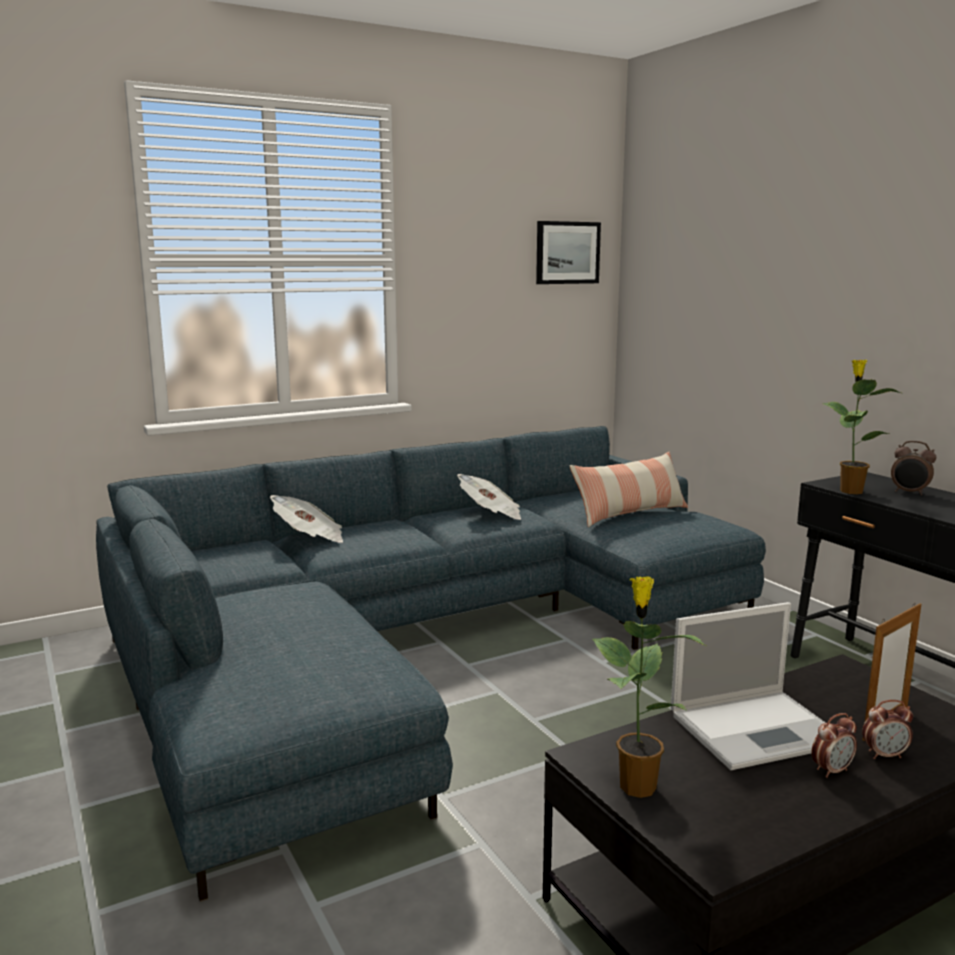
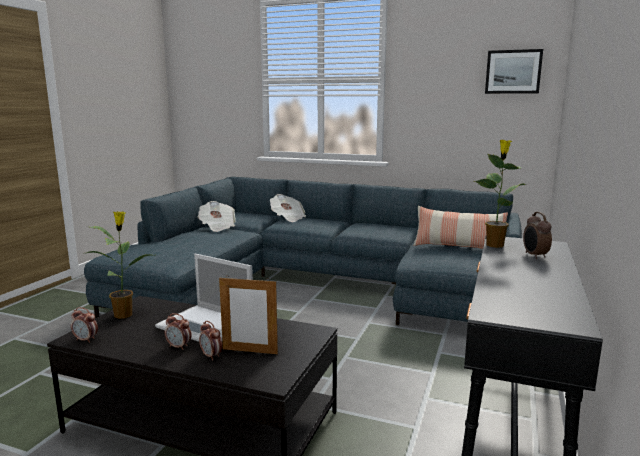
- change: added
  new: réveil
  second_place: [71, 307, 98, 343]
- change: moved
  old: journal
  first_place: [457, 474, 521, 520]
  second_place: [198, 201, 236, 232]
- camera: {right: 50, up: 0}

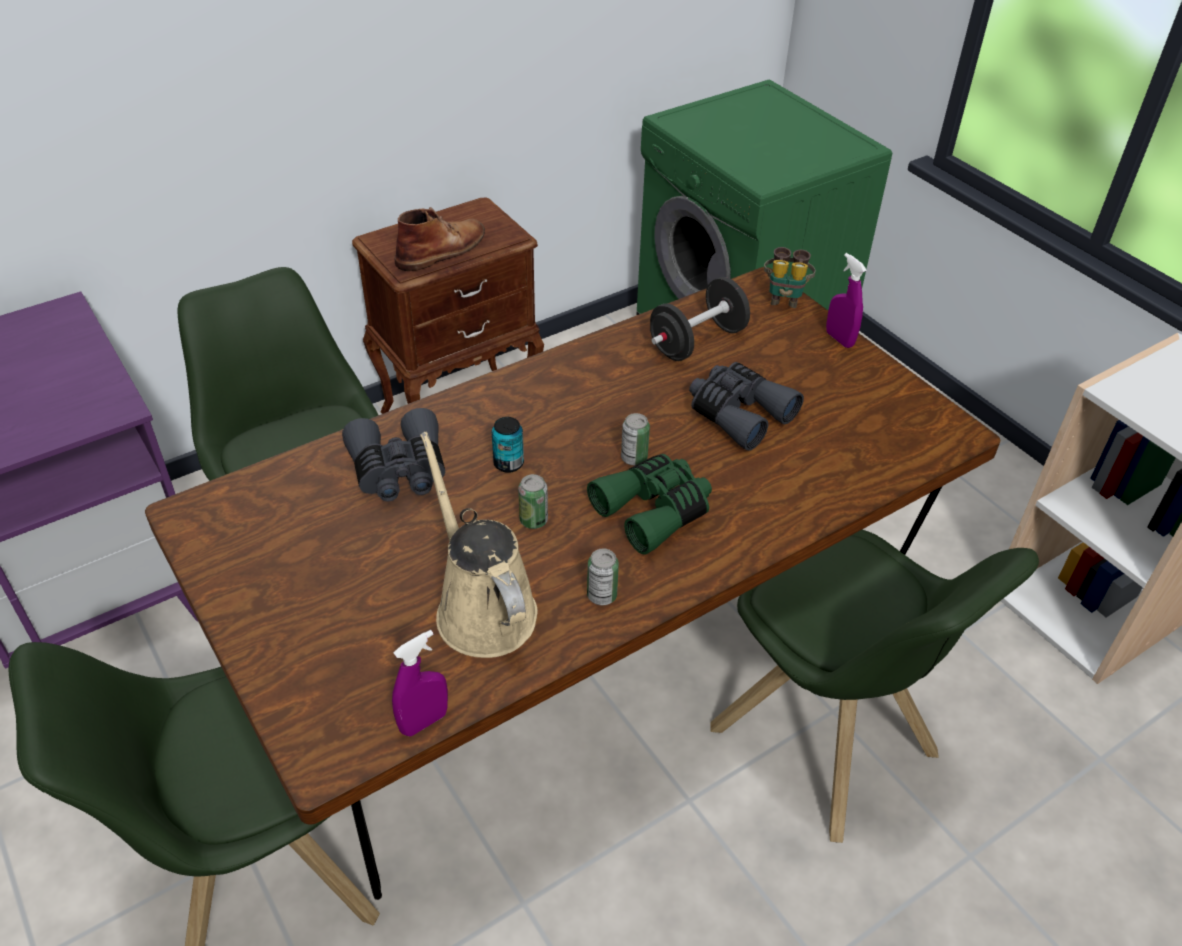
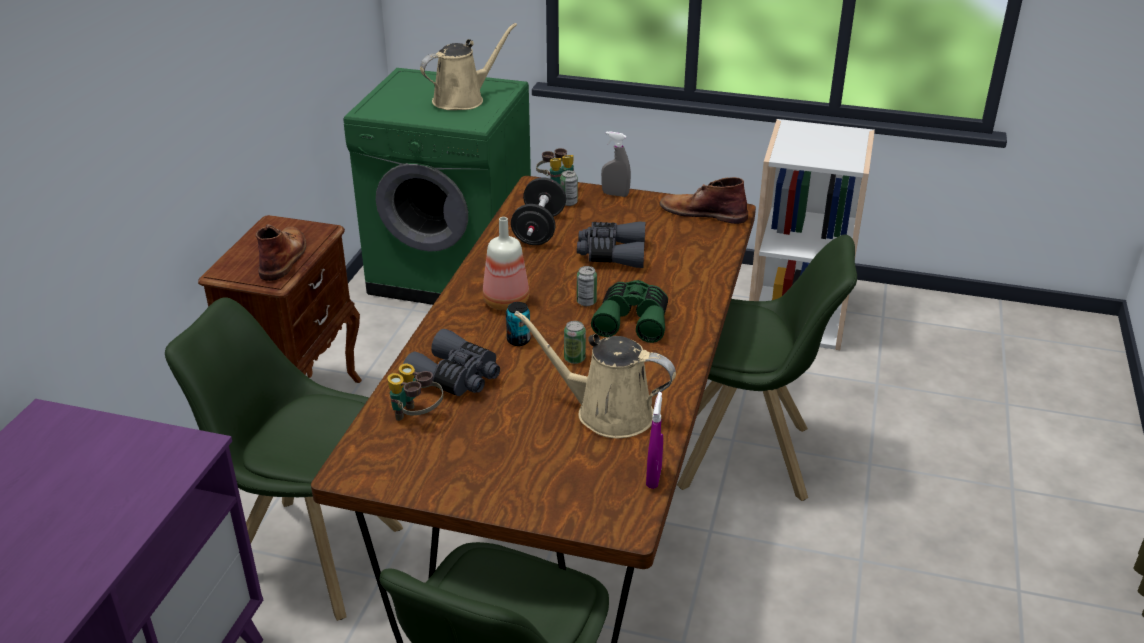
- change: added
  new: jumelles
  second_place: [387, 364, 443, 421]
- change: added
  new: arrosoir [beige]
  second_place: [420, 23, 517, 110]
- change: added
  new: bouteille
  second_place: [483, 217, 529, 311]
- change: moved
  old: boîte métallique
  first_place: [587, 548, 619, 605]
  second_place: [560, 170, 578, 206]
- change: recoloured
  old: vaporisateur [violet]
  new: vaporisateur [gris]
  first_place: [826, 253, 867, 348]
  second_place: [601, 131, 631, 197]
- change: added
  new: botte [marron]
  second_place: [660, 177, 748, 224]
- camera: {right: -40, up: -10}

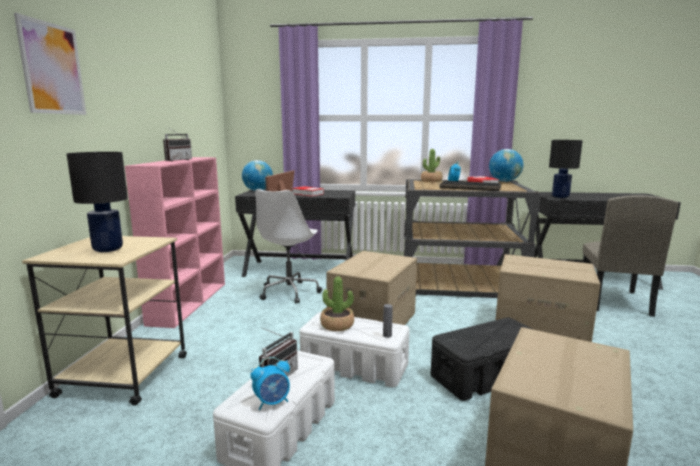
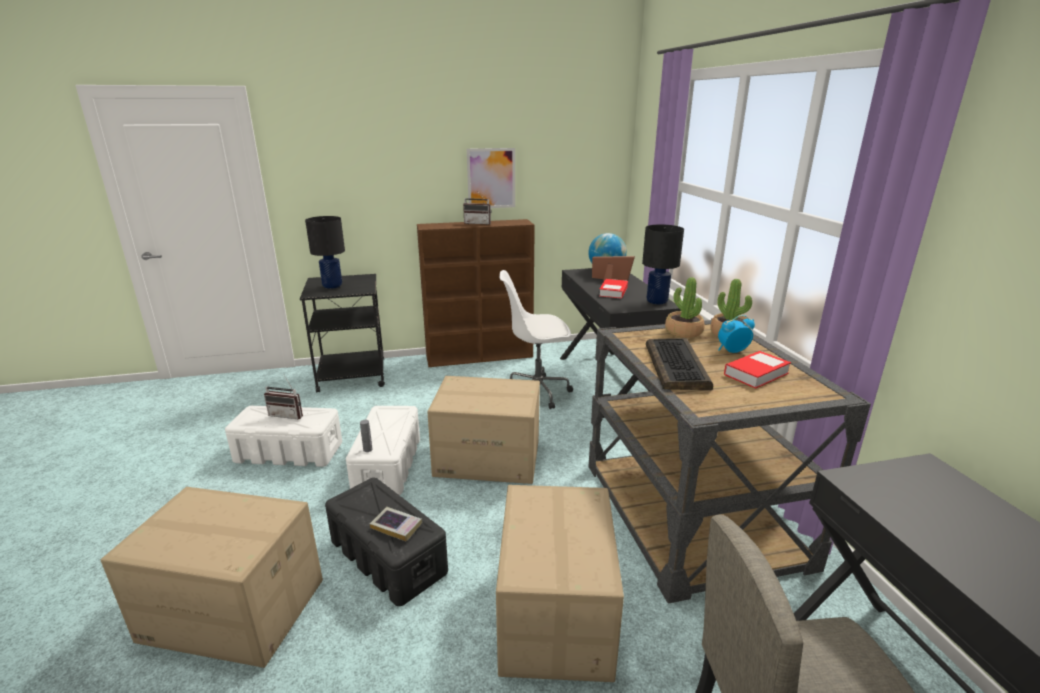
- change: recoloured
  old: chariot [beige]
  new: chariot [noir]
  first_place: [22, 236, 187, 405]
  second_place: [300, 274, 385, 393]
- change: added
  new: livre
  second_place: [370, 507, 422, 541]
- change: recoloured
  old: bibliothèque [rose]
  new: bibliothèque [marron]
  first_place: [125, 157, 225, 328]
  second_place: [417, 219, 535, 367]
- change: moved
  old: tableau
  first_place: [14, 13, 86, 115]
  second_place: [467, 148, 515, 208]
- change: moved
  old: lampe de table [noir]
  first_place: [549, 139, 583, 198]
  second_place: [642, 224, 684, 305]
- change: moved
  old: plante en pot
  first_place: [320, 276, 354, 331]
  second_place: [665, 277, 705, 338]
- change: removed
  old: réveil
  first_place: [250, 357, 290, 410]
- change: removed
  old: globe
  first_place: [489, 149, 524, 182]
- camera: {right: 70, up: 10}

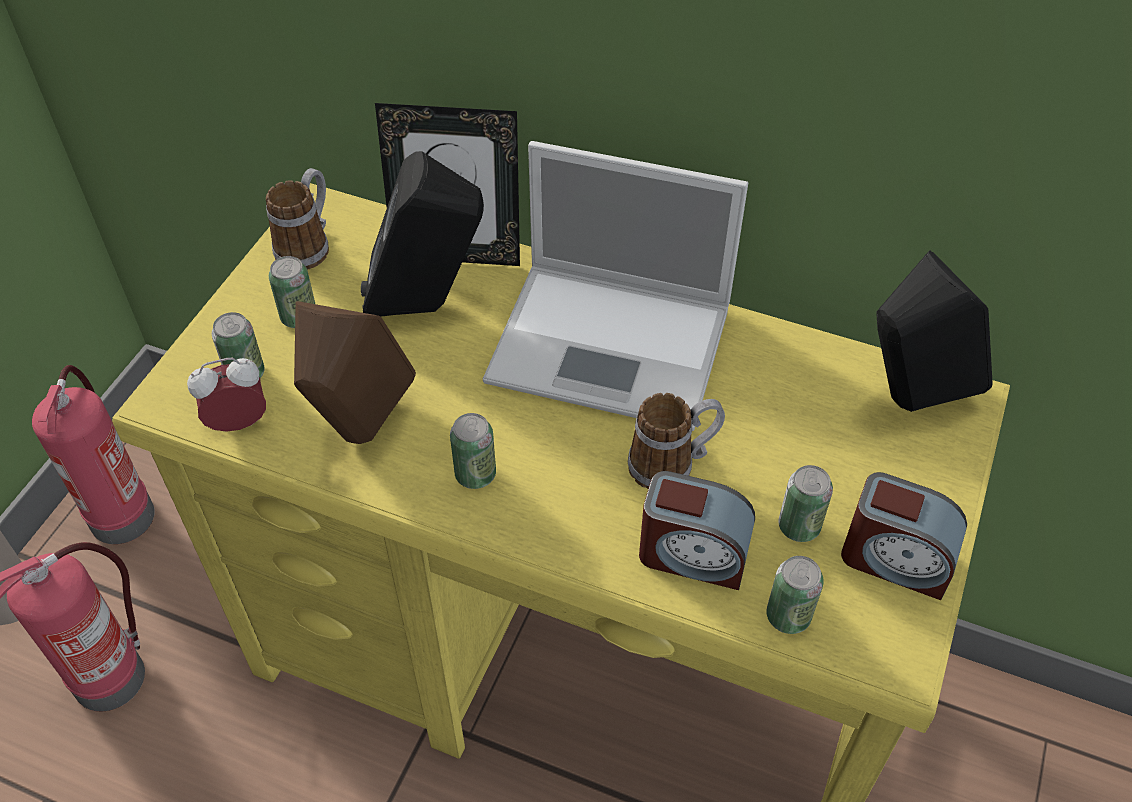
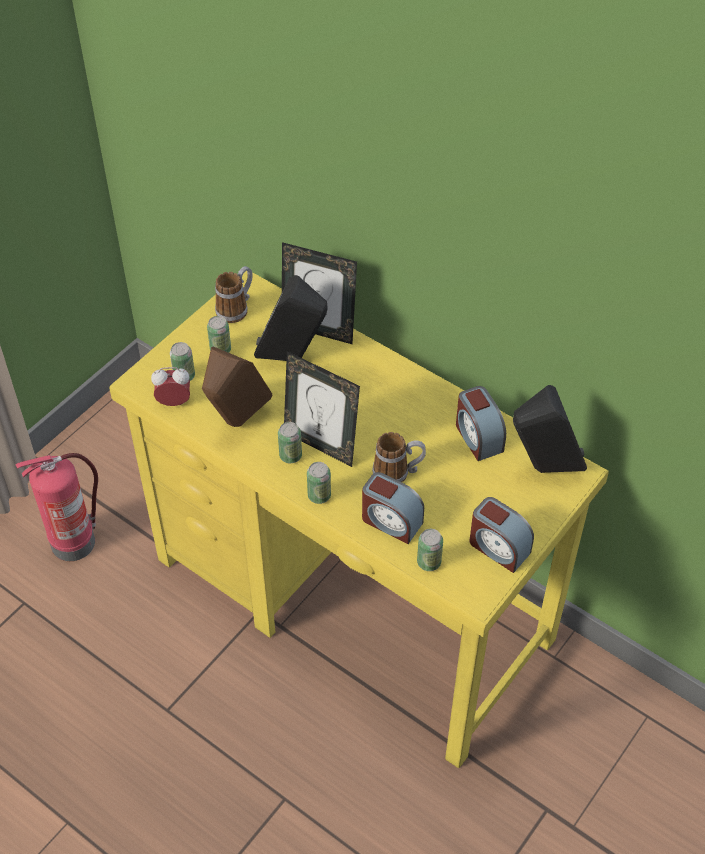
- change: added
  new: cadre photo
  second_place: [284, 351, 360, 467]
- change: moved
  old: boîte métallique
  first_place: [778, 465, 833, 542]
  second_place: [307, 462, 331, 504]
- change: added
  new: réveil
  second_place: [456, 386, 506, 461]
- change: removed
  old: extincteur
  first_place: [32, 365, 155, 544]
- change: removed
  old: ordinateur portable
  first_place: [483, 141, 748, 431]
- camera: {right: 15, up: 0}

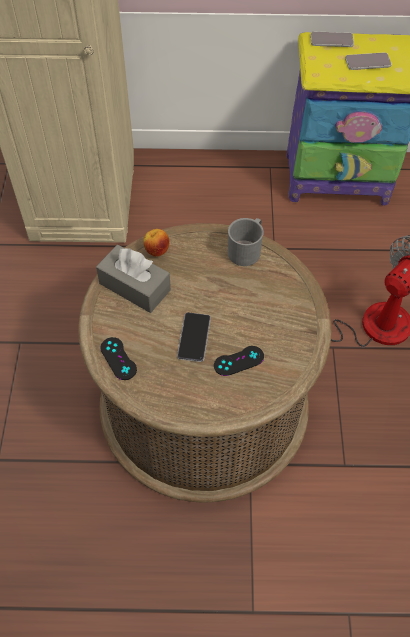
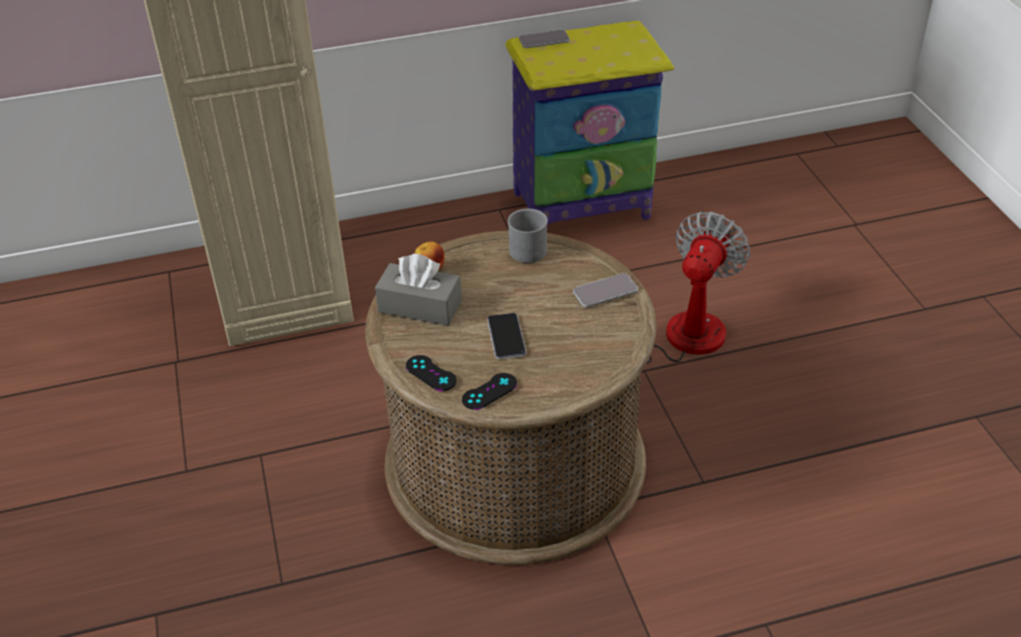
- change: moved
  old: manette [noir]
  first_place: [214, 346, 264, 376]
  second_place: [462, 373, 517, 410]
- change: moved
  old: téléphone
  first_place: [345, 52, 392, 70]
  second_place: [573, 273, 638, 307]
- camera: {right: -15, up: -15}

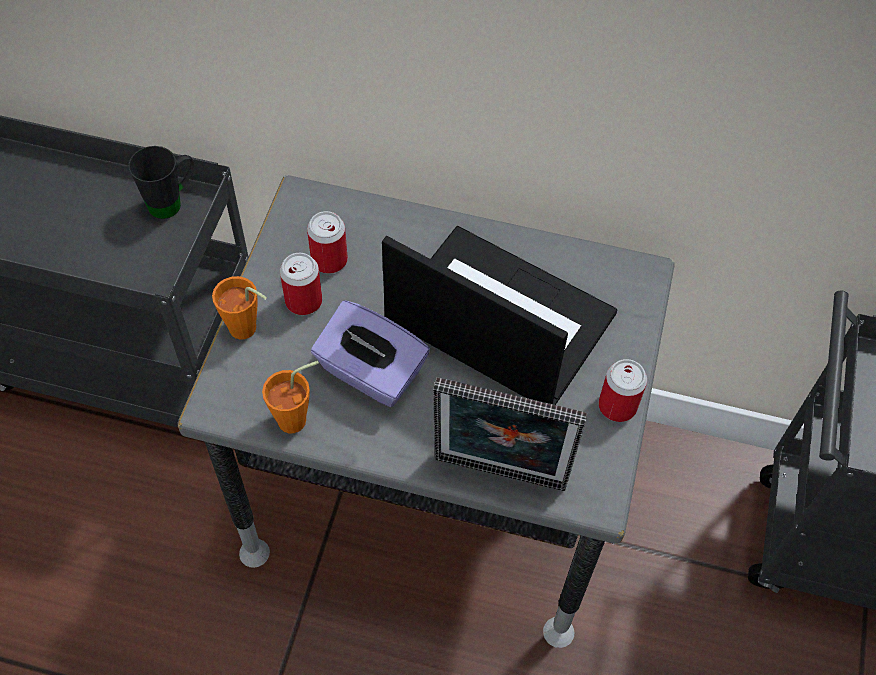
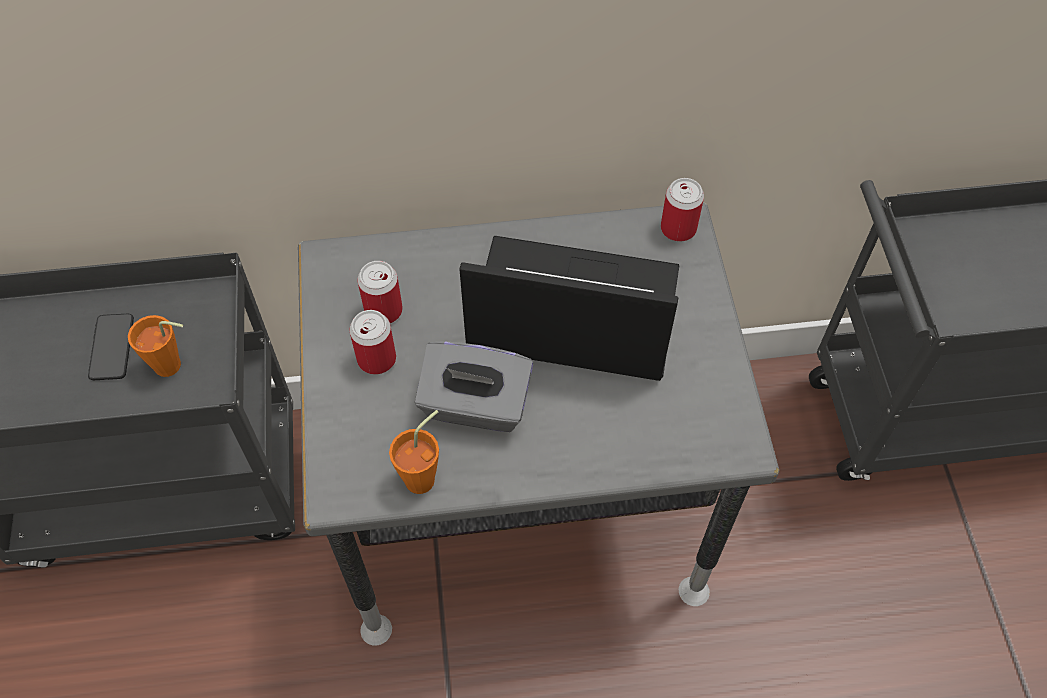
- change: added
  new: téléphone
  second_place: [88, 314, 134, 380]
- change: moved
  old: tasse [orange]
  first_place: [212, 276, 267, 339]
  second_place: [128, 315, 183, 377]
- change: recoloured
  old: boîte à mouchoirs [violet]
  new: boîte à mouchoirs [gris]
  first_place: [311, 300, 430, 407]
  second_place: [415, 341, 533, 432]
- change: moved
  old: boîte métallique
  first_place: [599, 359, 647, 422]
  second_place: [661, 178, 704, 242]
- change: removed
  old: mug [noir]
  first_place: [129, 146, 194, 219]
- change: removed
  old: cadre photo
  first_place: [433, 377, 587, 491]
- camera: {right: -20, up: 0}

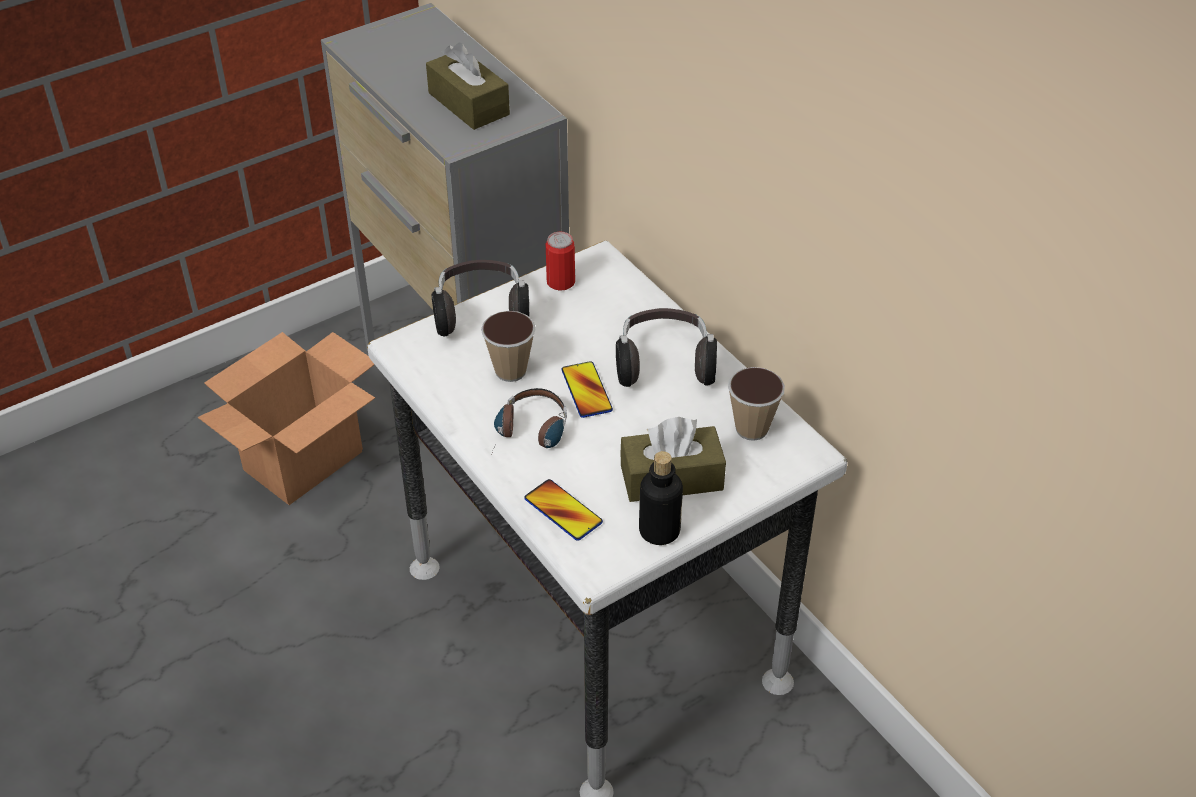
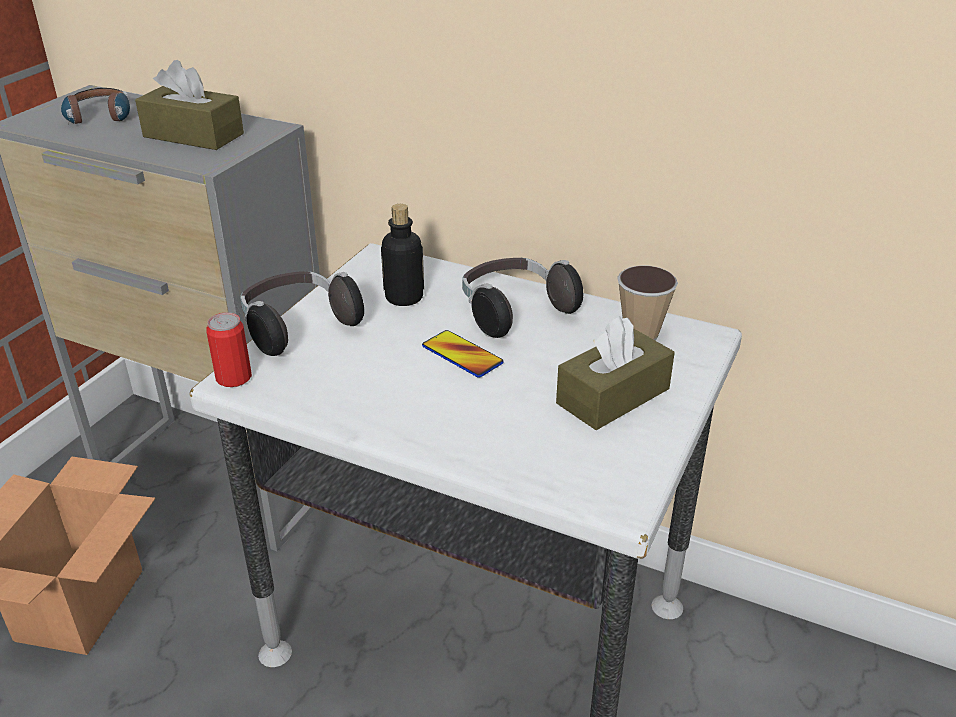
- change: moved
  old: casque audio
  first_place: [491, 388, 567, 454]
  second_place: [61, 88, 130, 124]
- change: moved
  old: boîte métallique
  first_place: [546, 232, 575, 291]
  second_place: [206, 312, 252, 387]
- change: moved
  old: bouteille
  first_place: [639, 451, 683, 545]
  second_place: [381, 204, 424, 306]
- change: removed
  old: tasse
  first_place: [481, 311, 536, 382]
- change: removed
  old: téléphone
  first_place: [524, 479, 603, 541]
- camera: {right: -30, up: -10}

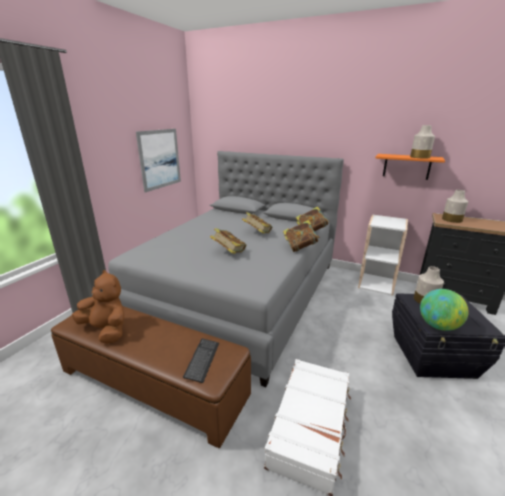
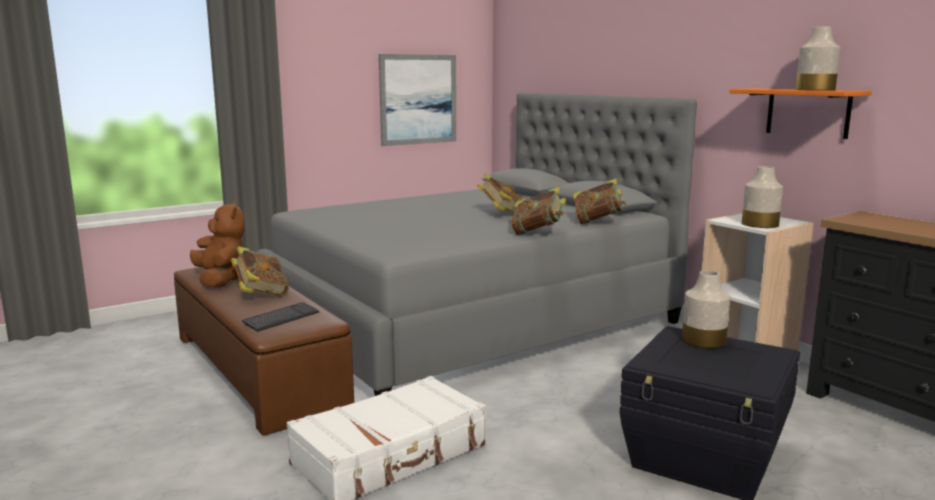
- change: moved
  old: livre
  first_place: [210, 228, 246, 254]
  second_place: [231, 246, 289, 297]
- change: moved
  old: vase [beige]
  first_place: [442, 190, 468, 223]
  second_place: [742, 166, 783, 228]
- change: removed
  old: globe
  first_place: [420, 289, 469, 331]
- camera: {right: 30, up: -10}

